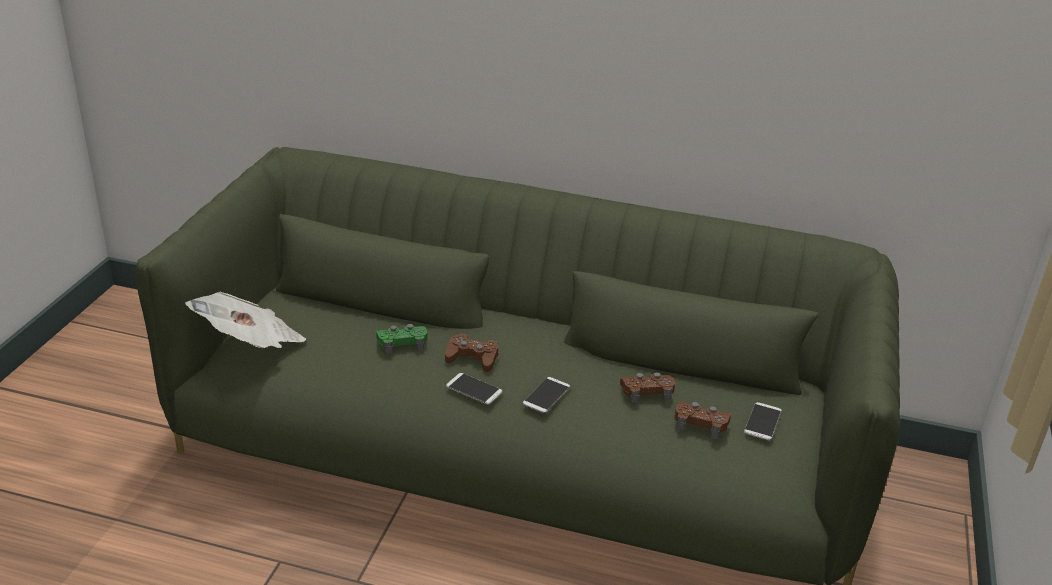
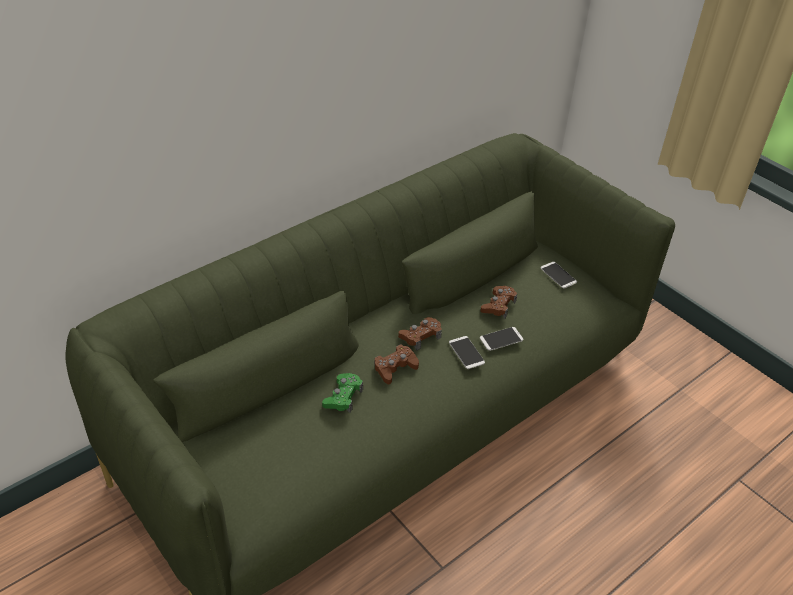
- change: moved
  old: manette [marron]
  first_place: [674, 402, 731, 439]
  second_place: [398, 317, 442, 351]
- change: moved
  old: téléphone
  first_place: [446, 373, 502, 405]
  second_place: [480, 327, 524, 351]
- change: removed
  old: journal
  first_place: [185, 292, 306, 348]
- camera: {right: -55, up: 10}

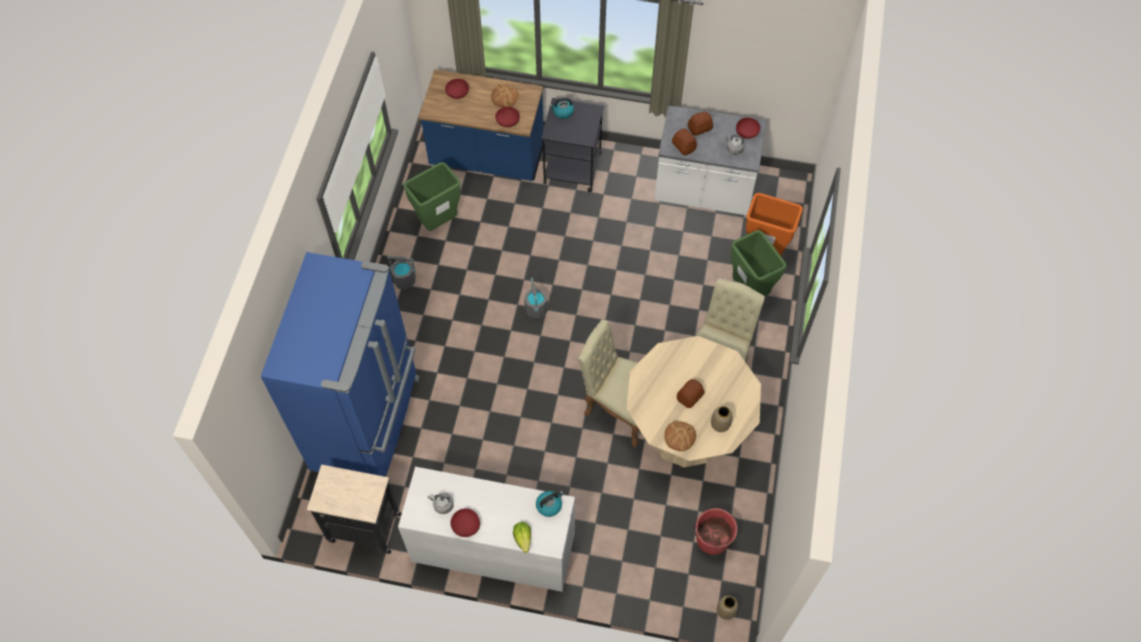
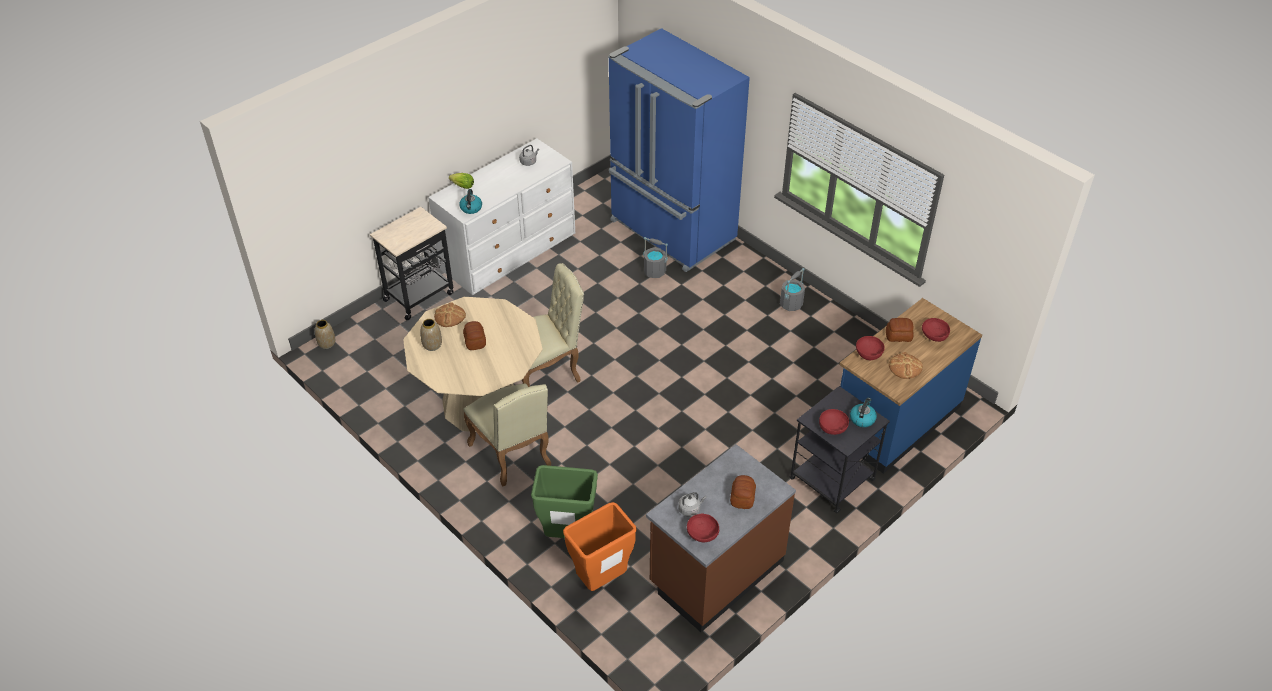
- change: moved
  old: chariot
  first_place: [307, 464, 402, 554]
  second_place: [370, 207, 454, 321]
- change: moved
  old: seau [gris]
  first_place: [524, 278, 548, 318]
  second_place: [643, 237, 668, 278]
- change: recoloured
  old: comptoir de cuisine [blanc]
  new: comptoir de cuisine [marron]
  first_place: [654, 105, 766, 215]
  second_place: [646, 444, 796, 632]
- change: moved
  old: bol [rouge]
  first_place: [451, 508, 480, 537]
  second_place: [819, 409, 849, 435]
- change: moved
  old: pain
  first_place: [672, 129, 697, 155]
  second_place: [886, 318, 914, 342]
- change: removed
  old: poubelle [vert]
  first_place: [403, 162, 461, 231]
- change: removed
  old: seau [rouge]
  first_place: [693, 508, 738, 555]
- camera: {right: 125, up: -15}

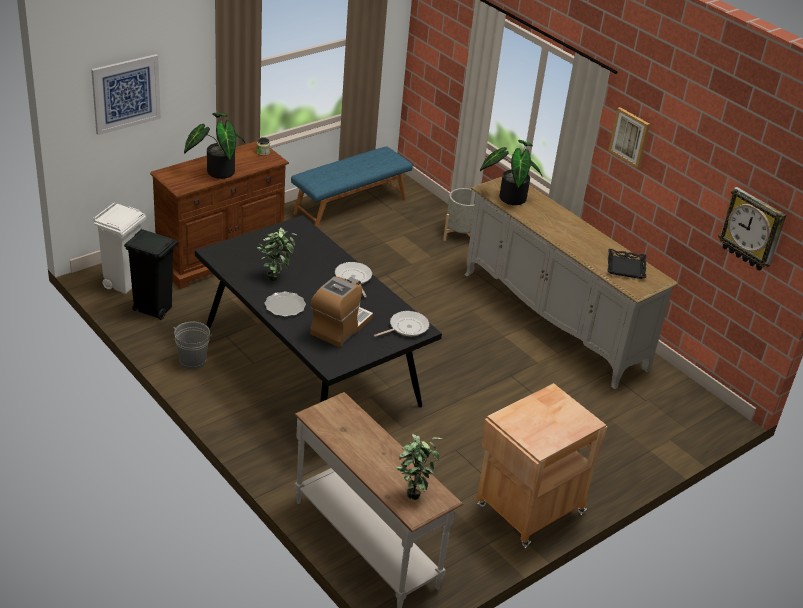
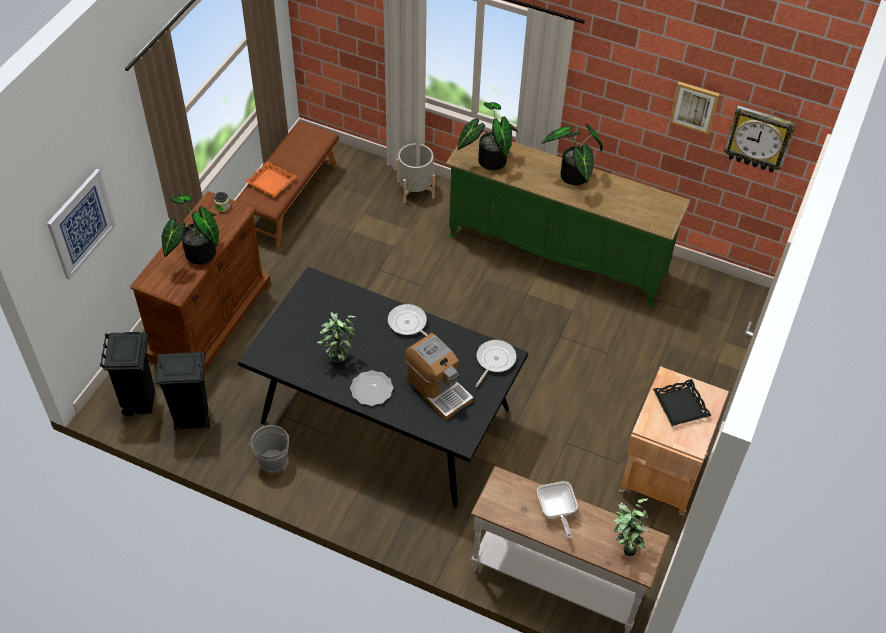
- change: recoloured
  old: poubelle [blanc]
  new: poubelle [noir]
  first_place: [93, 202, 146, 294]
  second_place: [100, 332, 155, 416]
- change: recoloured
  old: banc [bleu]
  new: banc [marron]
  first_place: [291, 146, 413, 228]
  second_place: [236, 121, 339, 247]
- change: added
  new: plateau [orange]
  second_place: [245, 161, 297, 197]
- change: turned
  old: machine à café
  first_place: [310, 276, 373, 348]
  second_place: [404, 333, 474, 420]
  degrees: 135
- change: recoloured
  old: meuble de rangement [gris]
  new: meuble de rangement [vert]
  first_place: [464, 177, 678, 389]
  second_place: [446, 132, 690, 308]
- change: added
  new: poêle
  second_place: [537, 481, 578, 539]
- change: added
  new: plante en pot
  second_place: [541, 124, 603, 185]
- change: moved
  old: plateau [noir]
  first_place: [608, 249, 646, 279]
  second_place: [653, 379, 711, 426]
- change: moved
  old: tableau
  first_place: [608, 107, 650, 168]
  second_place: [669, 82, 720, 135]
- camera: {right: -25, up: 15}

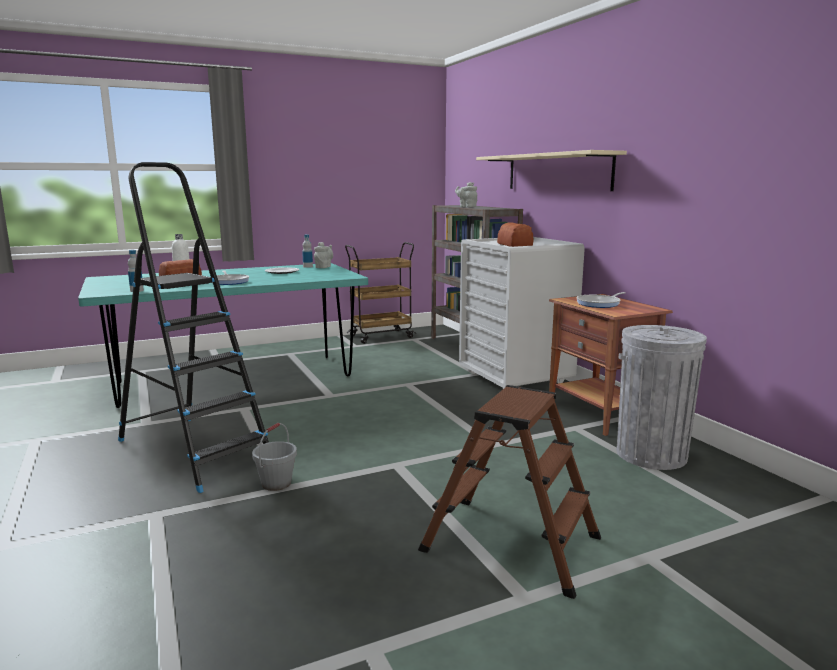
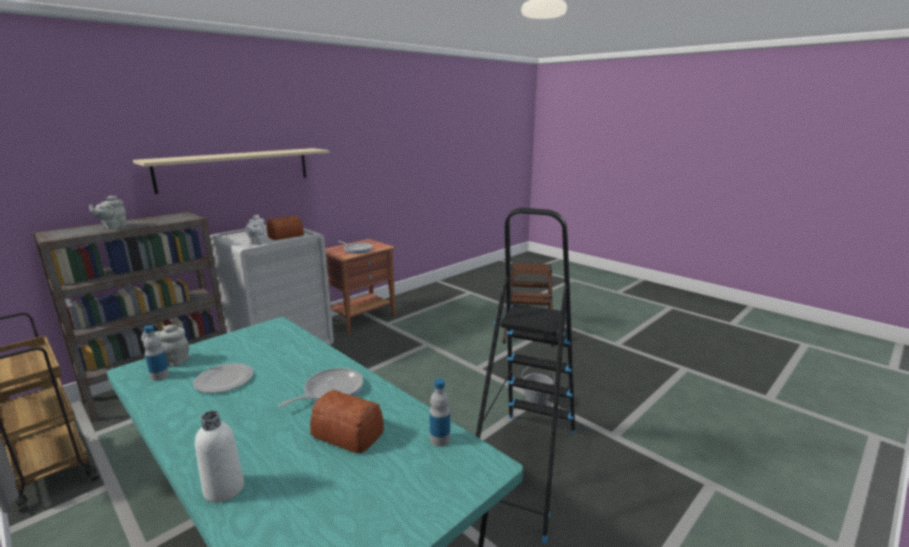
- change: added
  new: théière [blanc]
  second_place: [245, 214, 267, 244]
- change: removed
  old: poubelle [gris]
  first_place: [617, 325, 707, 470]
- camera: {right: -110, up: 5}

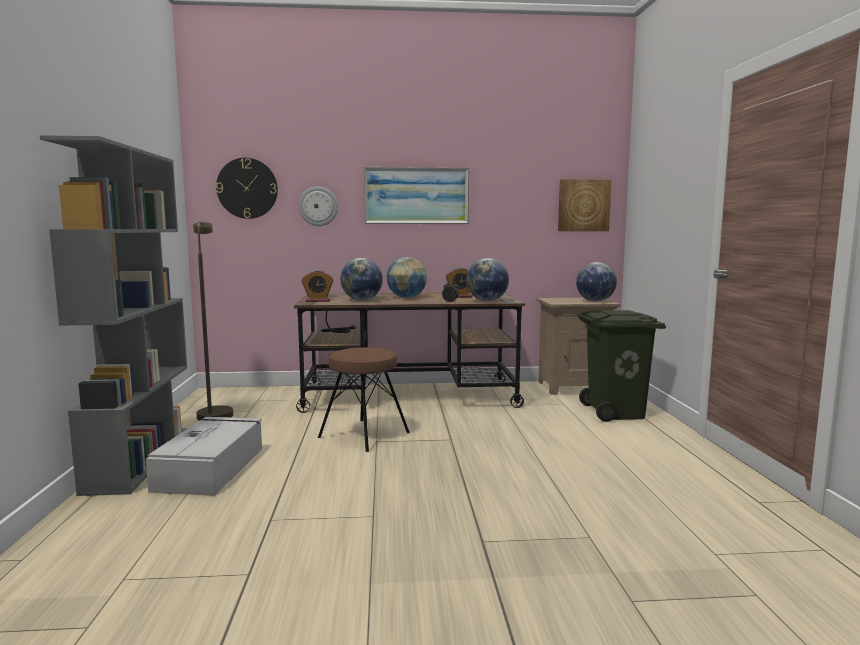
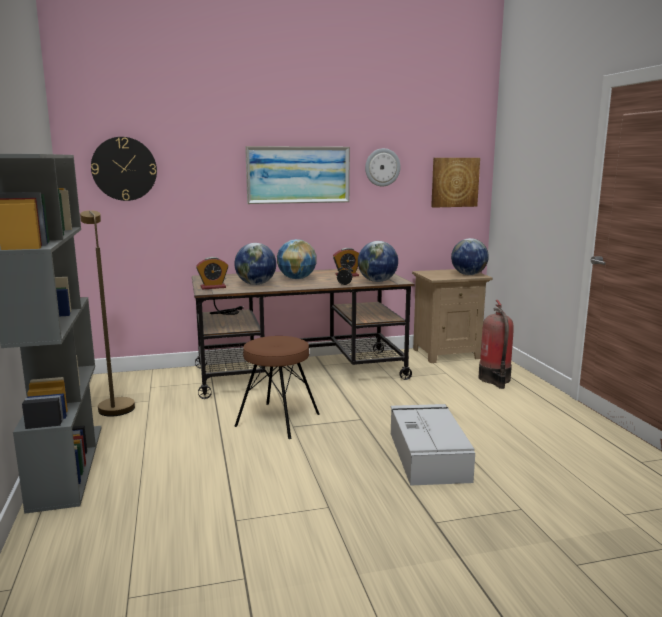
- change: moved
  old: horloge murale
  first_place: [299, 186, 338, 226]
  second_place: [365, 148, 401, 186]
- change: moved
  old: boîte de rangement [gris]
  first_place: [146, 417, 262, 496]
  second_place: [391, 404, 475, 486]
- change: replaced
  old: poubelle [vert]
  new: extincteur
  first_place: [578, 310, 666, 422]
  second_place: [479, 300, 514, 389]
- camera: {right: -10, up: 5}

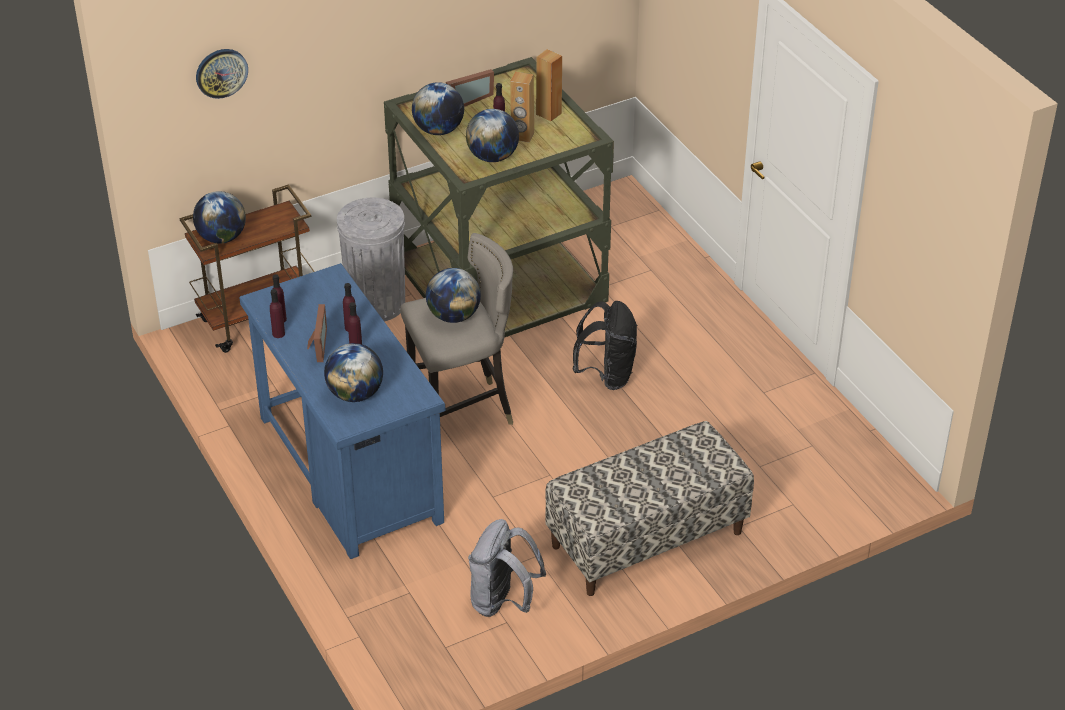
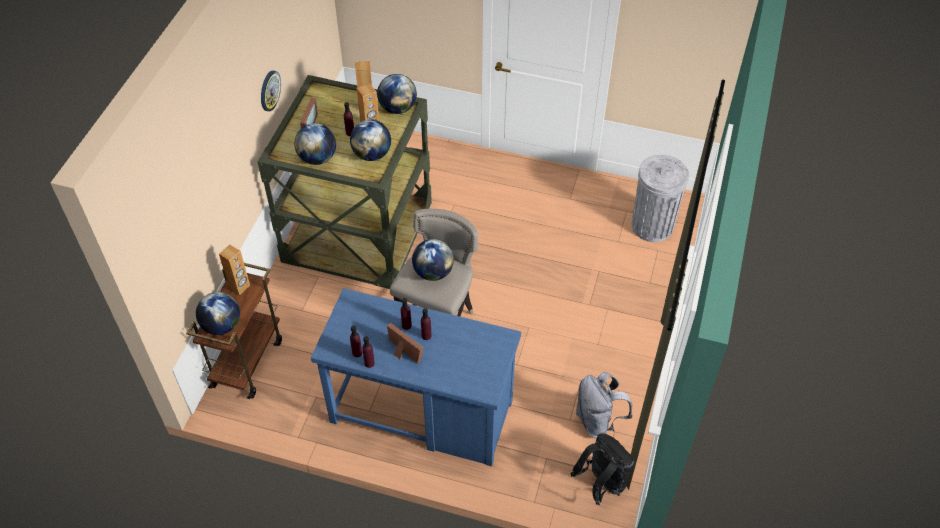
- change: added
  new: enceinte [marron]
  second_place: [219, 245, 250, 295]
- change: moved
  old: horloge murale
  first_place: [196, 49, 248, 99]
  second_place: [261, 71, 281, 112]
- change: moved
  old: globe
  first_place: [324, 343, 383, 402]
  second_place: [377, 74, 417, 114]
- change: moved
  old: sac à dos [noir]
  first_place: [572, 301, 638, 390]
  second_place: [571, 433, 634, 505]
- change: moved
  old: poubelle [gris]
  first_place: [337, 197, 405, 321]
  second_place: [632, 155, 689, 242]
- change: removed
  old: banc
  first_place: [545, 421, 754, 596]
- camera: {right: -45, up: 10}

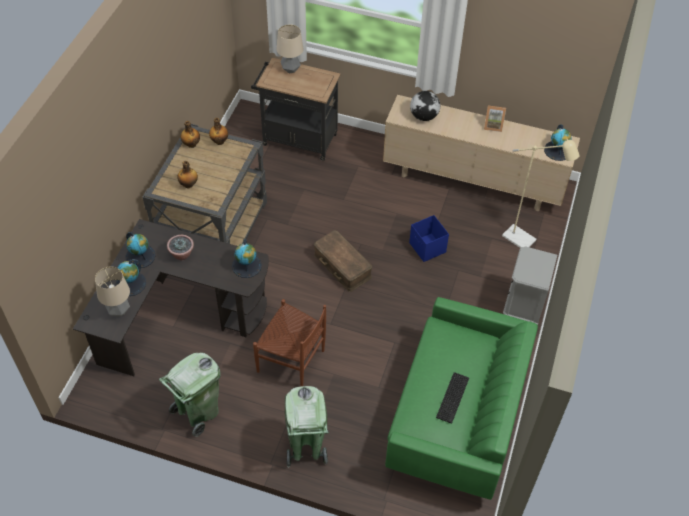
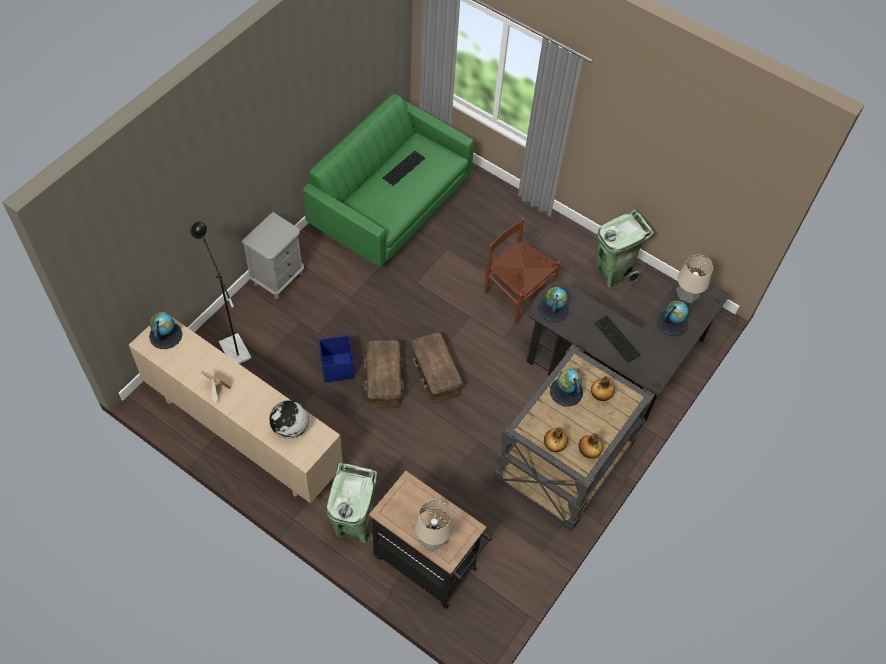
- change: recoloured
  old: lampadaire [beige]
  new: lampadaire [noir]
  first_place: [502, 139, 580, 248]
  second_place: [190, 222, 251, 364]
- change: moved
  old: poubelle [vert]
  first_place: [285, 386, 329, 468]
  second_place: [326, 463, 378, 543]
- change: added
  new: boîte de rangement [marron]
  second_place: [365, 340, 404, 408]
- change: moved
  old: globe
  first_place: [125, 232, 155, 268]
  second_place: [550, 369, 583, 407]
- change: replaced
  old: plante en pot
  new: clavier
  first_place: [167, 235, 194, 260]
  second_place: [595, 316, 641, 363]
- camera: {right: -165, up: 5}

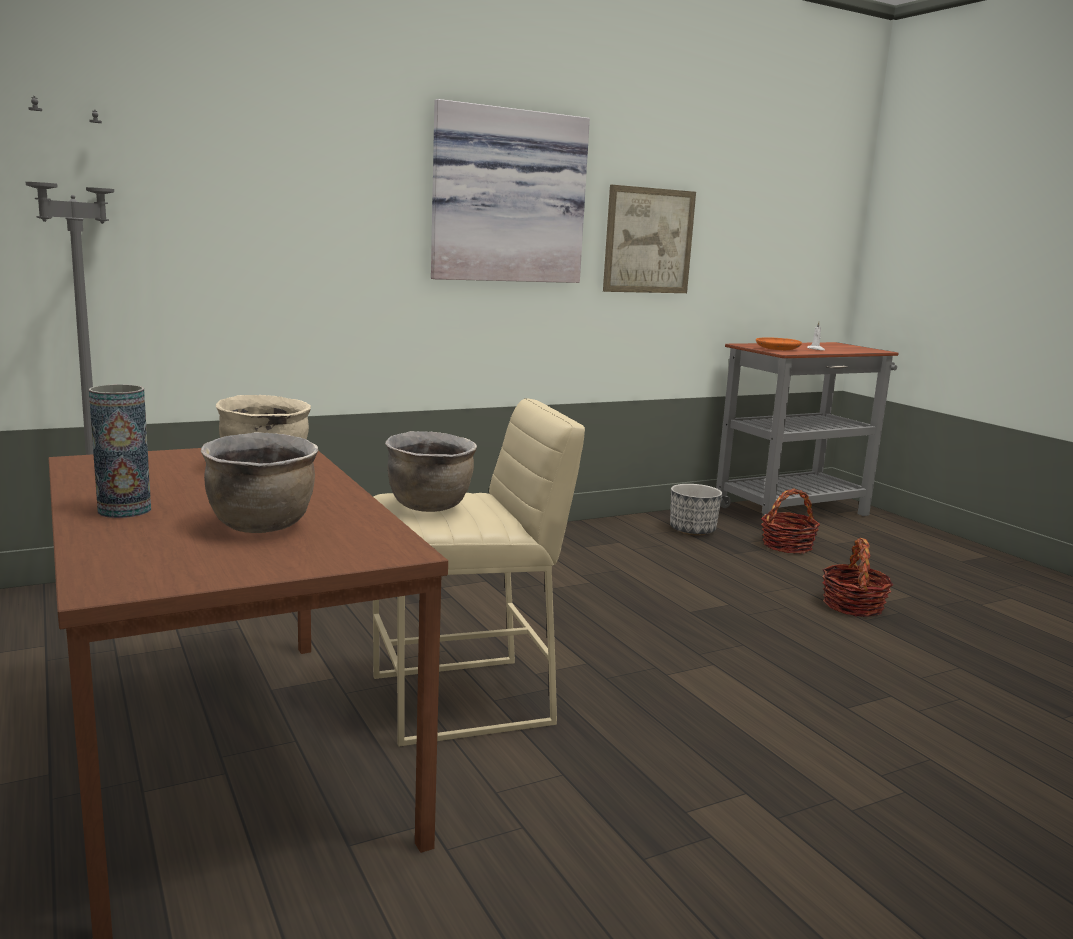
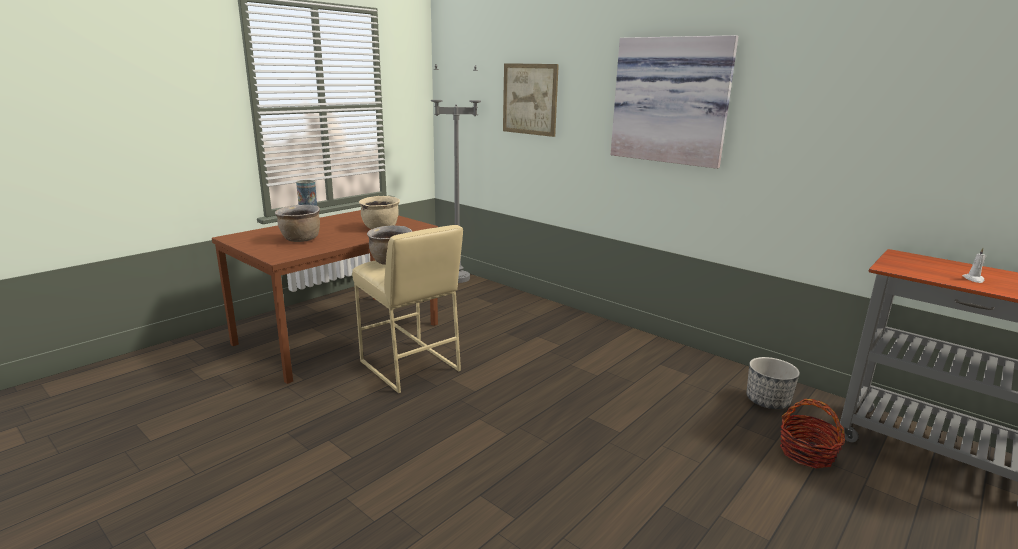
- change: moved
  old: tableau
  first_place: [603, 185, 696, 293]
  second_place: [503, 63, 559, 137]
- change: removed
  old: assiette [orange]
  first_place: [756, 338, 802, 350]
- change: removed
  old: panier
  first_place: [822, 538, 893, 617]
- camera: {right: 70, up: 5}

